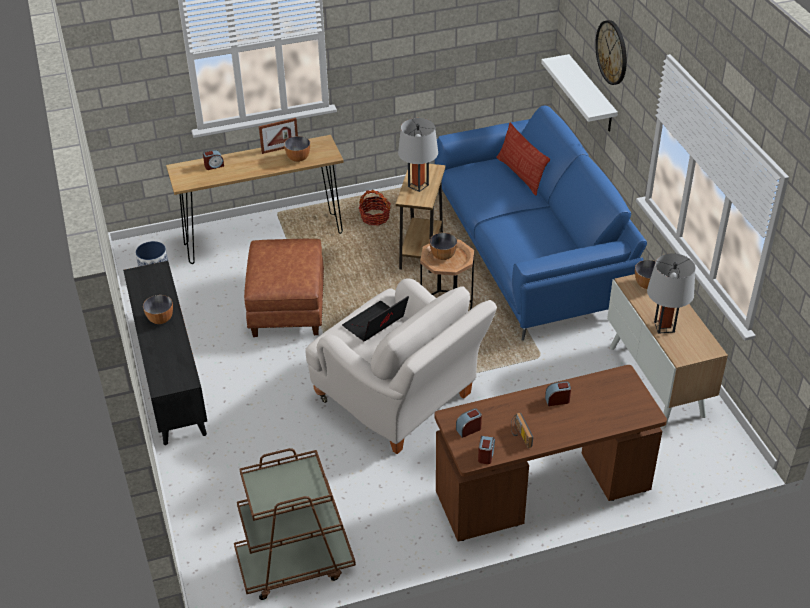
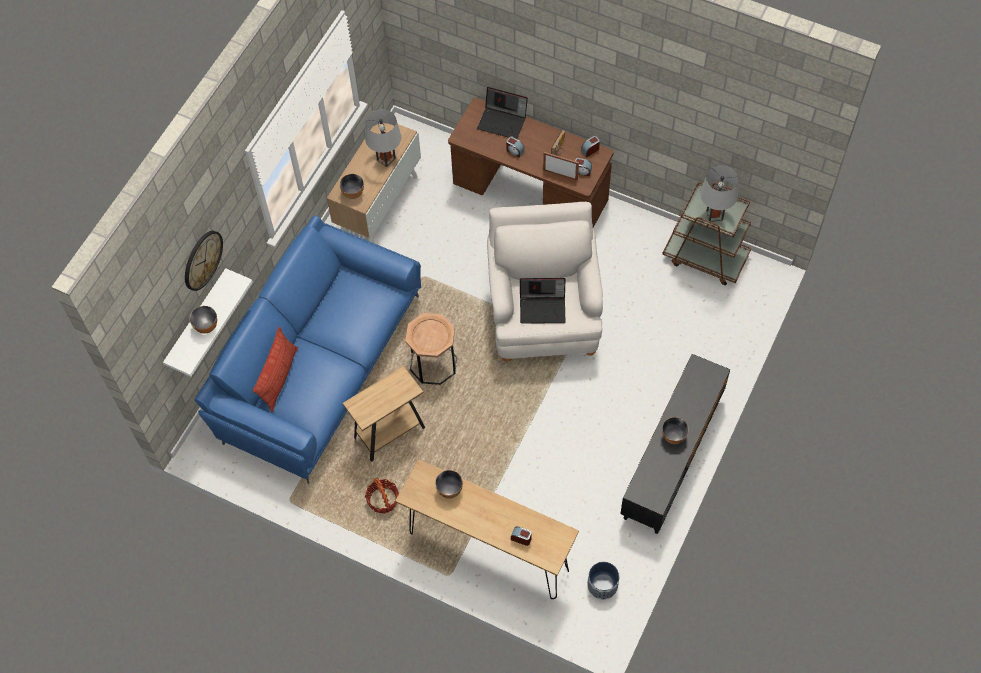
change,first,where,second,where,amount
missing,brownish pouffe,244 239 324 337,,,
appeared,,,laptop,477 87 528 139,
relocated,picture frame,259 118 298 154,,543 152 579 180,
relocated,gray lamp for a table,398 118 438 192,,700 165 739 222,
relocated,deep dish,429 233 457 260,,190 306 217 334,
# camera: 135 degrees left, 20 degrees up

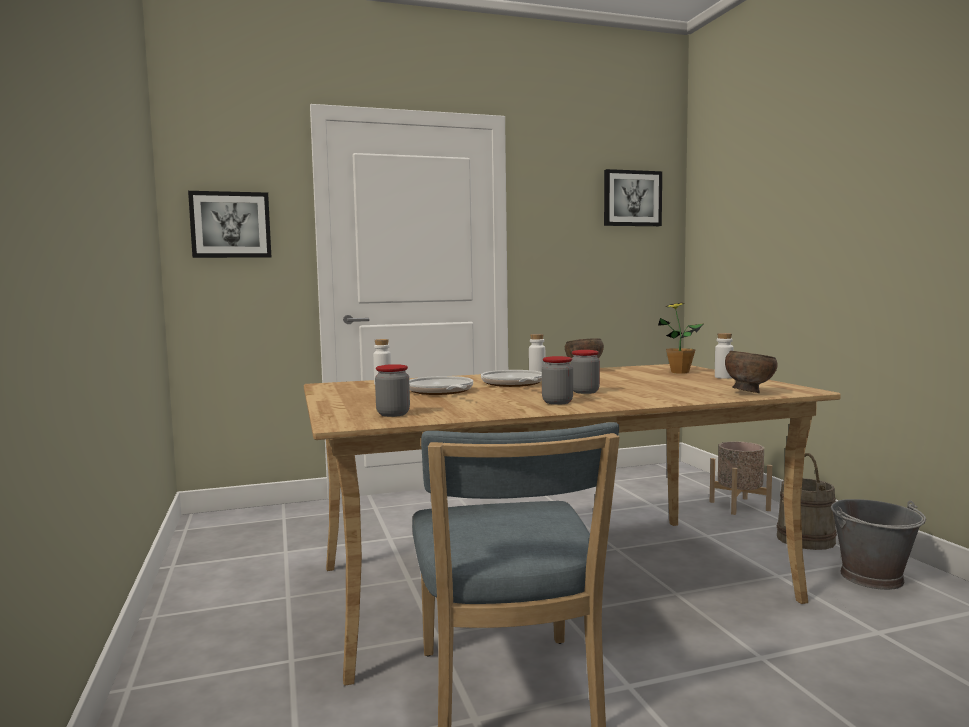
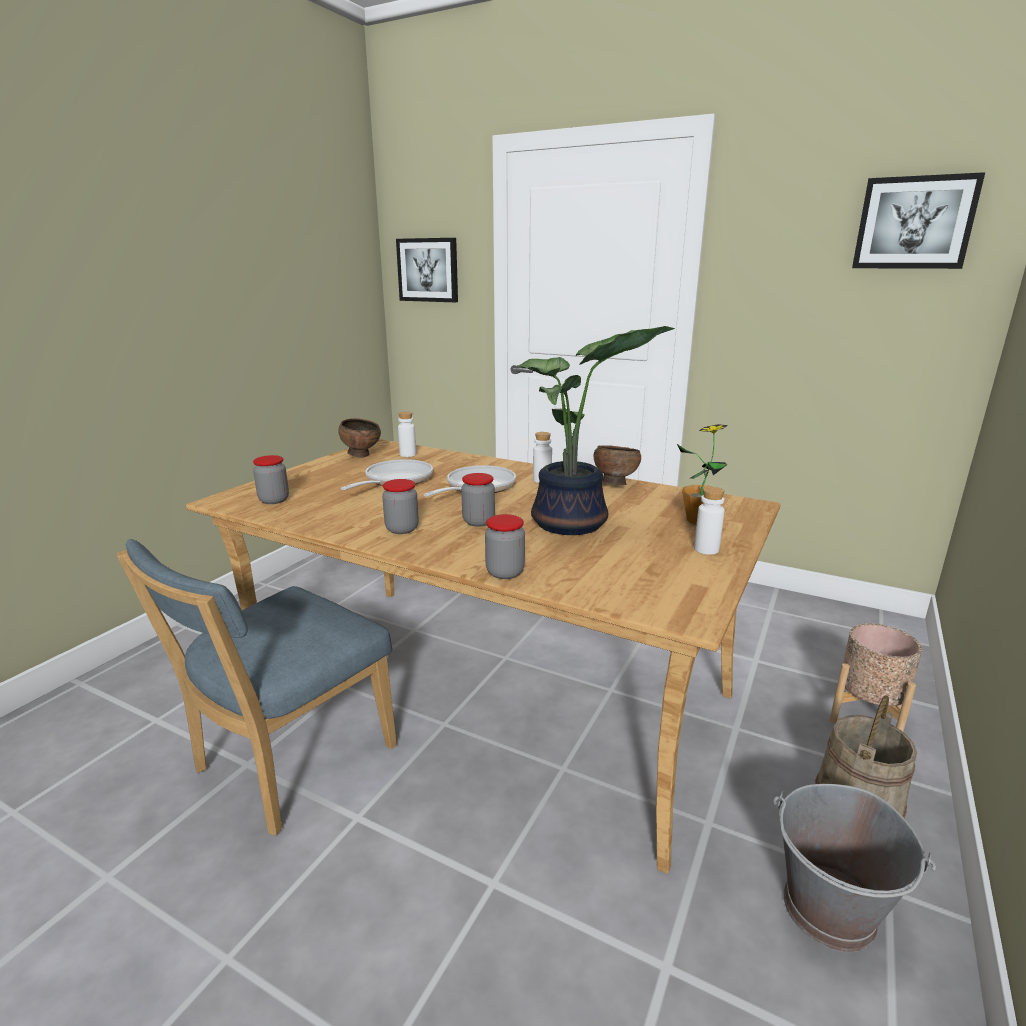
change,first,where,second,where,amount
appeared,,,storage jar,485 514 525 579,
appeared,,,houseplant,517 326 675 535,
relocated,brownish deep dish,725 351 778 393,,338 418 381 458,
# camera: 45 degrees right, 15 degrees up

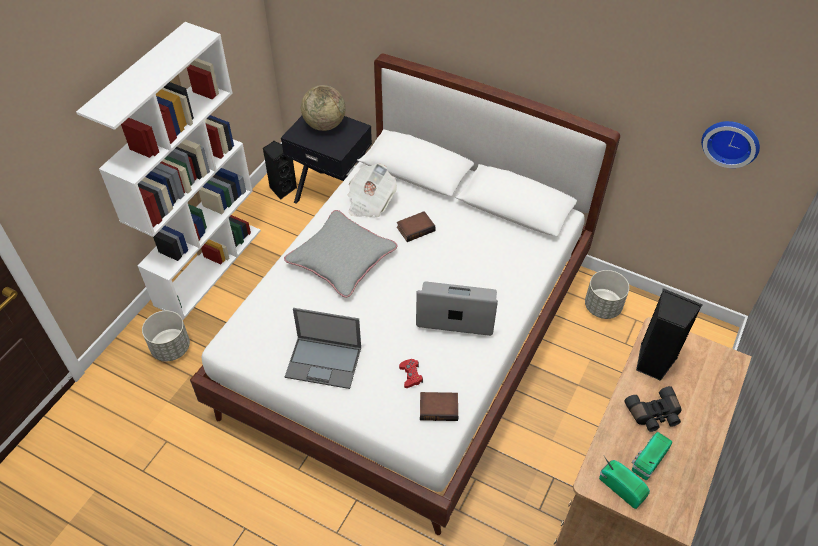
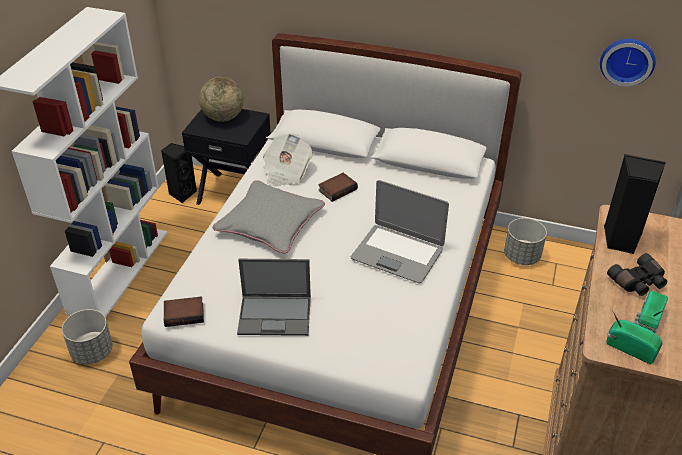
change,first,where,second,where,amount
missing,red-coloured gamepad,399 359 423 388,,,
relocated,bound book,420 392 458 421,,164 296 204 327,
spun,laptop,416 282 498 336,,351 180 449 283,150 degrees counterclockwise
# camera: 10 degrees left, 10 degrees down

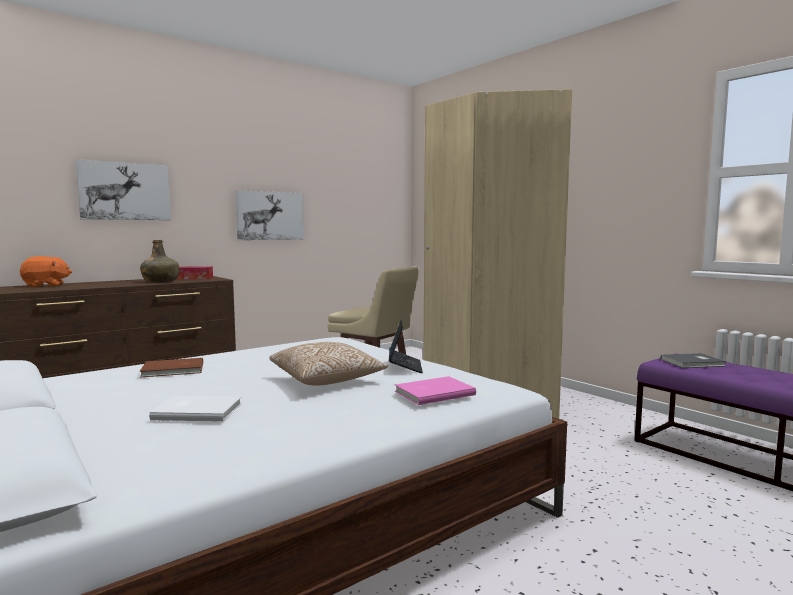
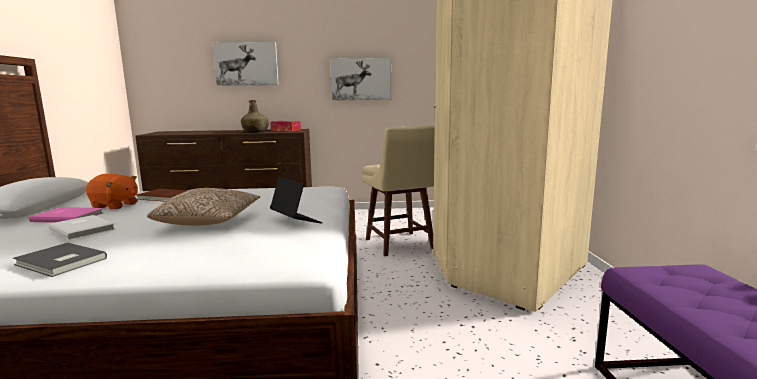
change,first,where,second,where,amount
relocated,orange soft toy,20 256 72 288,,86 174 138 209,
relocated,pink bound book,395 376 476 405,,29 207 103 223,
relocated,gray bound book,661 353 727 368,,13 243 107 277,
spun,laptop,389 320 423 373,,270 177 323 223,75 degrees counterclockwise
# camera: 35 degrees right, 5 degrees up

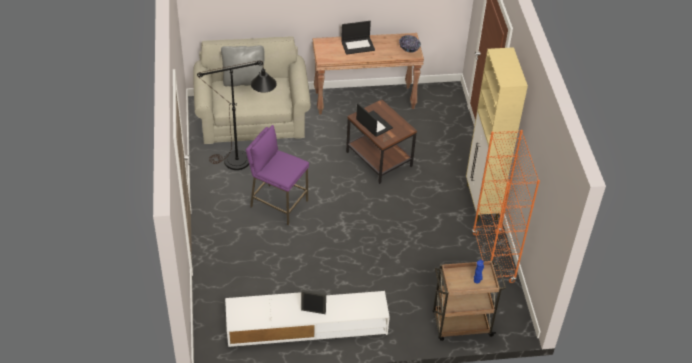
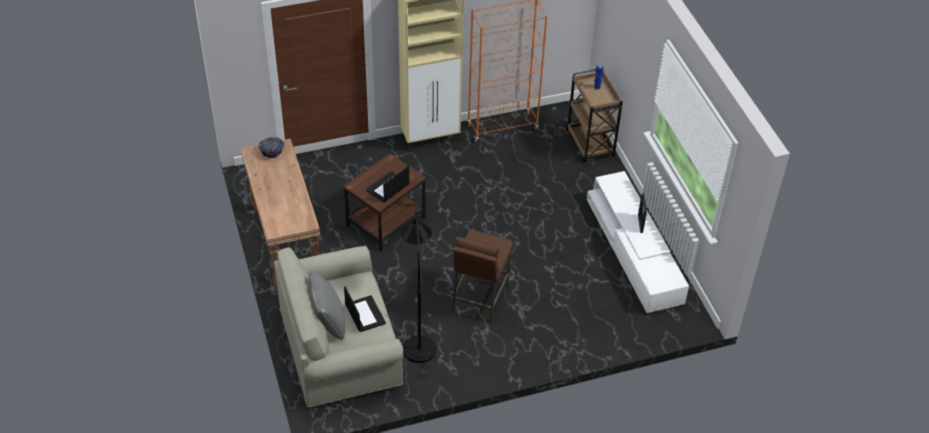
change,first,where,second,where,amount
relocated,laptop,341 21 375 55,,344 286 386 332,
colour,purple-coloured stool seat,246 125 309 225,brownish stool seat,452 230 513 323,
# camera: 100 degrees left, 0 degrees up

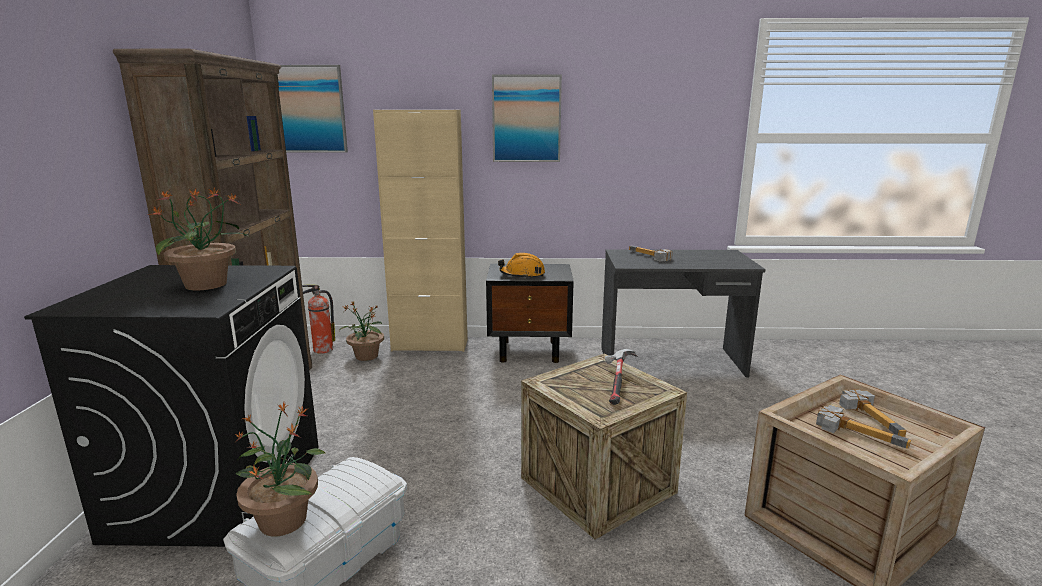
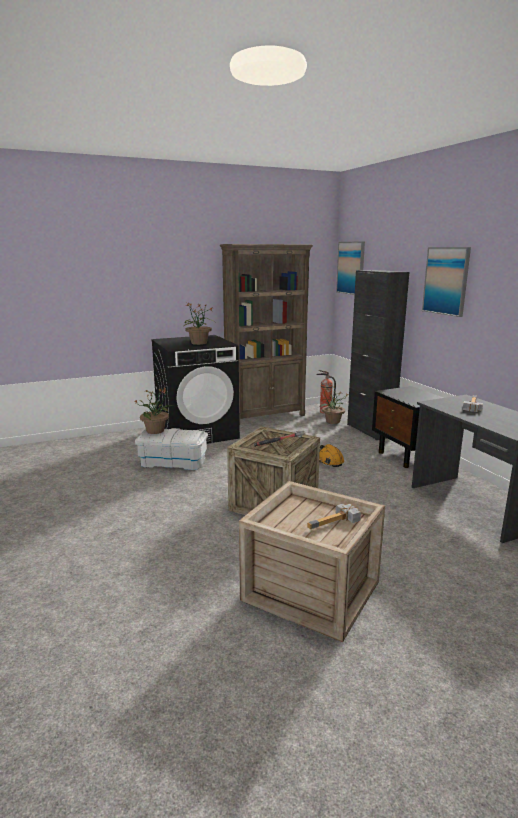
change,first,where,second,where,amount
missing,hand hammer,816 405 911 449,,,
relocated,orange work helmet,498 253 545 279,,319 444 344 467,
colour,beige cabinet,373 110 468 352,black cabinet,347 270 409 440,
# camera: 65 degrees right, 0 degrees up

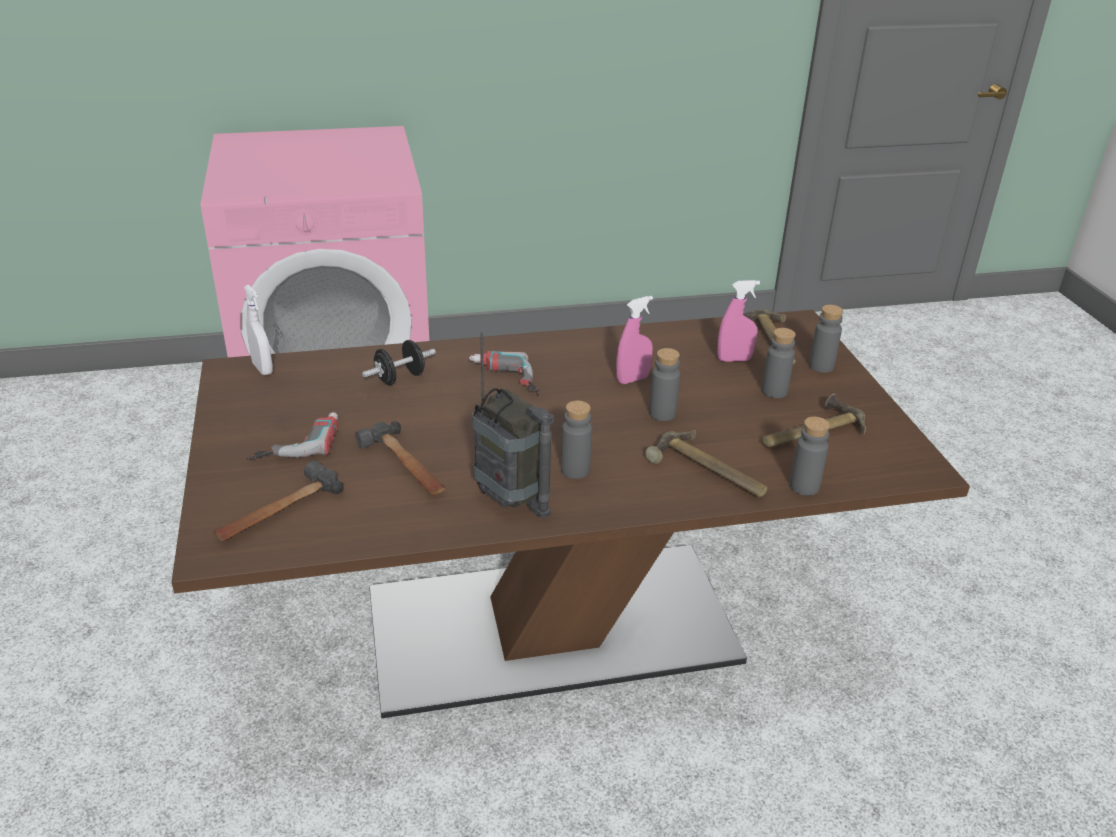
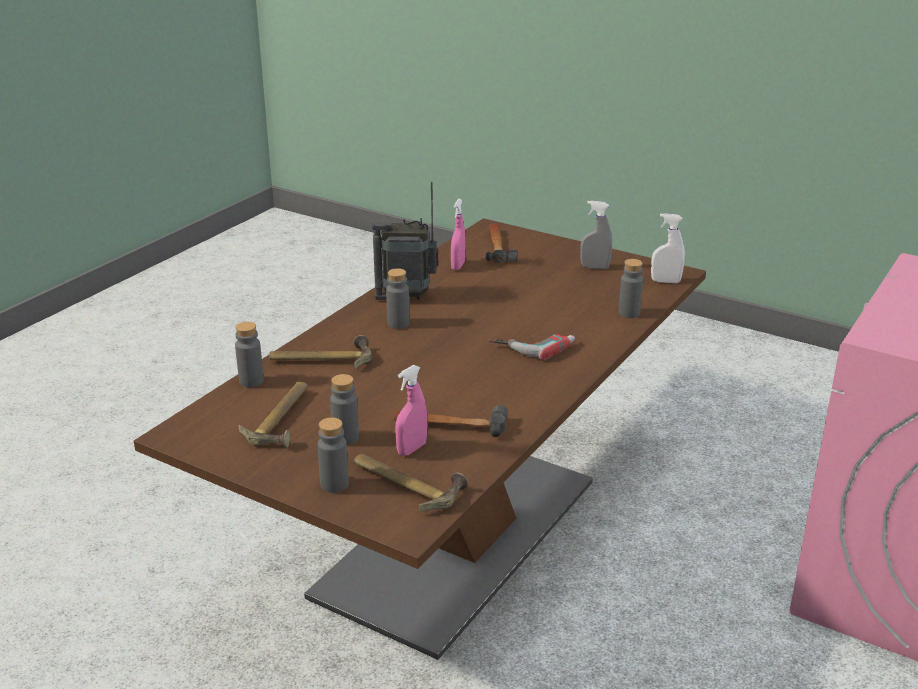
change,first,where,second,where,amount
missing,drill,245 412 338 460,,,
missing,black free weight,362 340 436 385,,,
appeared,,,gray spray bottle,580 201 612 269,
relocated,hand hammer,355 421 446 495,,393 405 508 437,
relocated,pink spray bottle,616 296 653 384,,451 199 465 270,
relocated,gray drink bottle,649 348 680 421,,618 259 643 318,
# camera: 135 degrees right, 5 degrees down

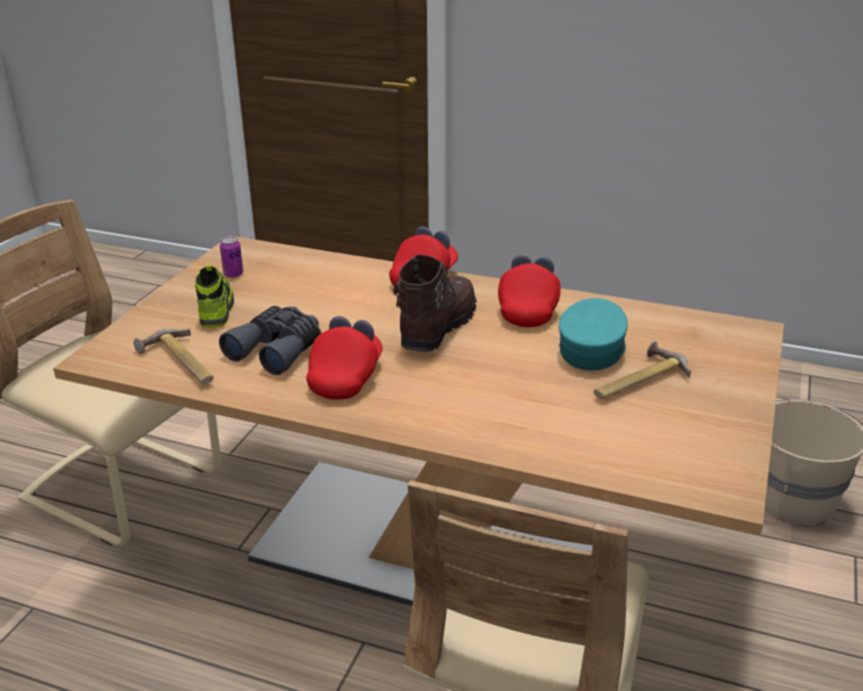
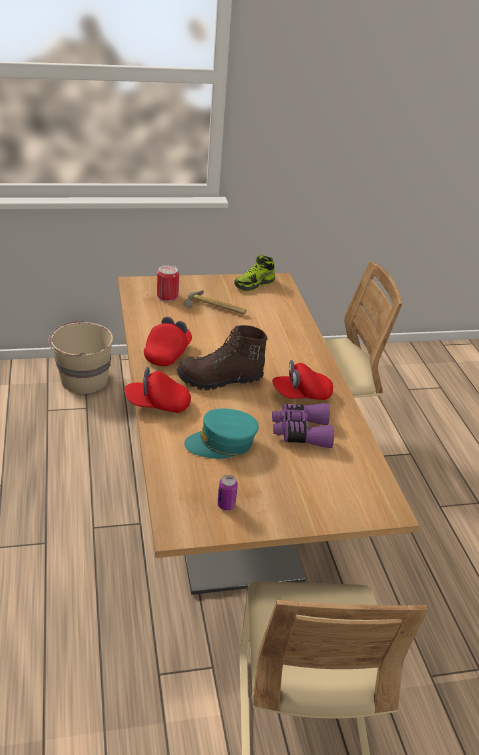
change,first,where,second,where,amount
missing,hand hammer,134 328 214 384,,,
appeared,,,can,157 265 179 302,
relocated,shoe,195 265 234 328,,234 254 275 292,
relocated,turquoise baseball cap,558 298 628 370,,184 409 259 459,
colour,gray field glasses,219 306 321 375,purple-coloured field glasses,272 403 334 448,
spun,red-coloured baseball cap,498 255 560 327,,144 317 192 366,135 degrees clockwise
# camera: 125 degrees left, 5 degrees up

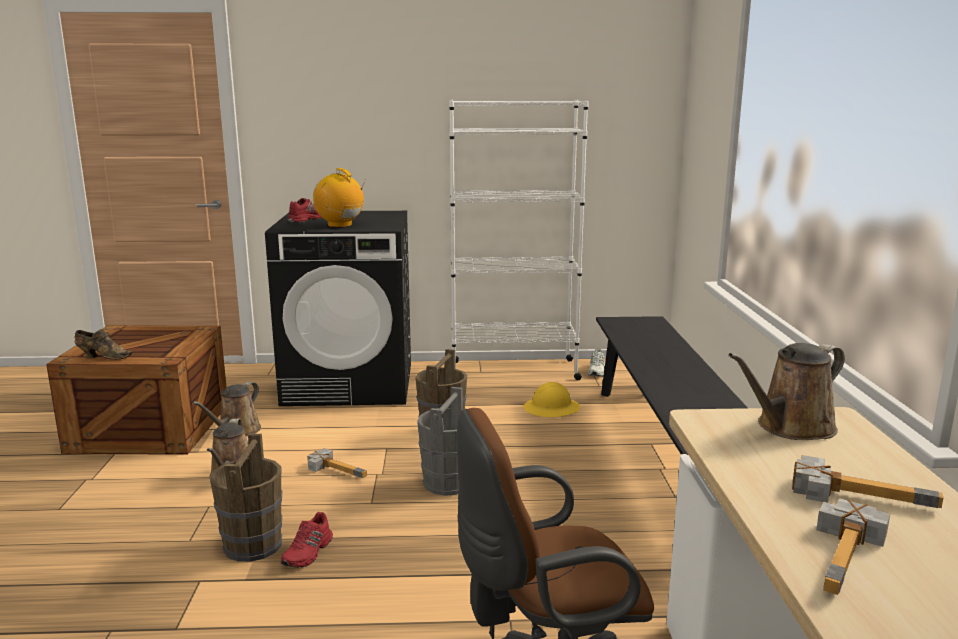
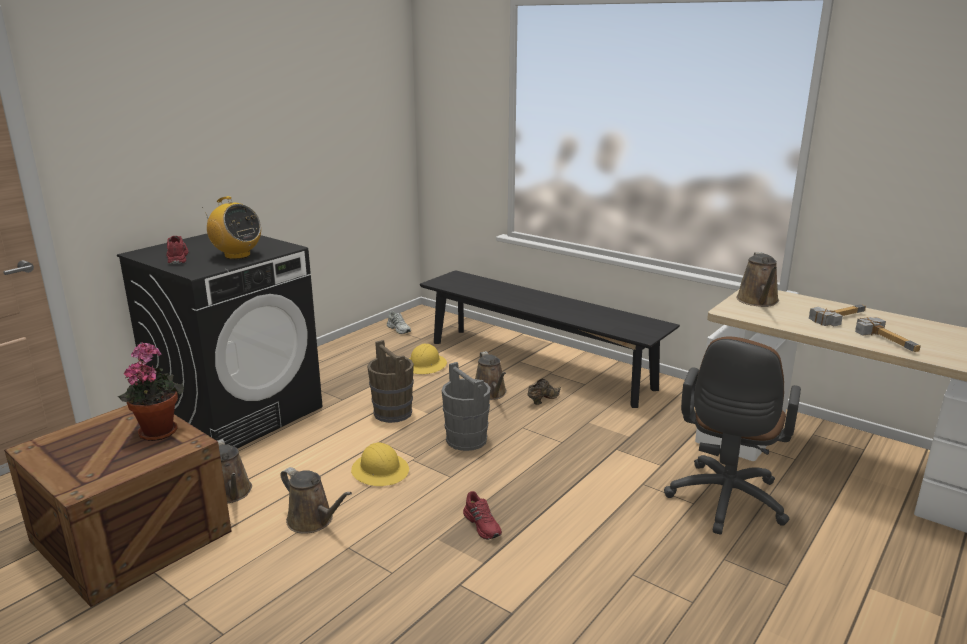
change,first,where,second,where,amount
missing,brownish pail,210 434 282 562,,,
missing,whitish bookshelf,449 100 589 380,,,
appeared,,,houseplant,118 342 184 441,
appeared,,,brownish sprinkling can,475 351 507 400,
relocated,brownish shoe,75 329 133 360,,528 379 561 405,
exchanged,hand hammer,307 448 367 478,yellowish work helmet,351 442 409 486,
spun,radio receiver,313 168 366 228,,202 196 261 259,135 degrees counterclockwise
# camera: 50 degrees left, 5 degrees up

